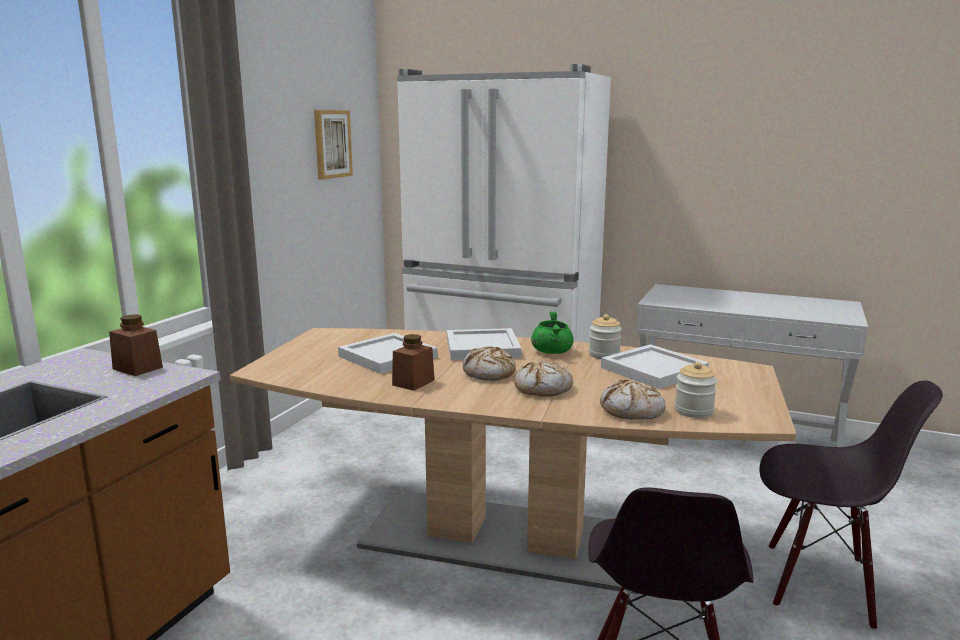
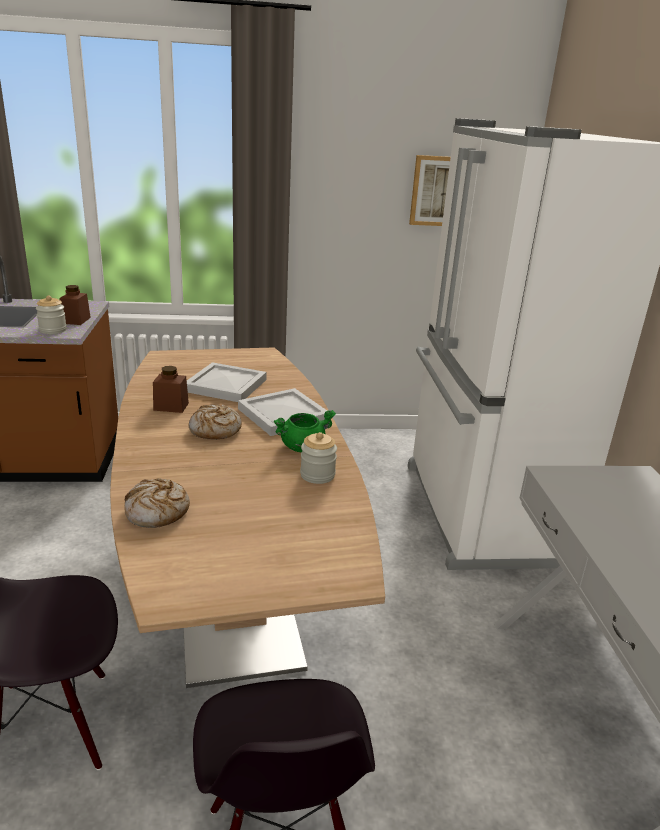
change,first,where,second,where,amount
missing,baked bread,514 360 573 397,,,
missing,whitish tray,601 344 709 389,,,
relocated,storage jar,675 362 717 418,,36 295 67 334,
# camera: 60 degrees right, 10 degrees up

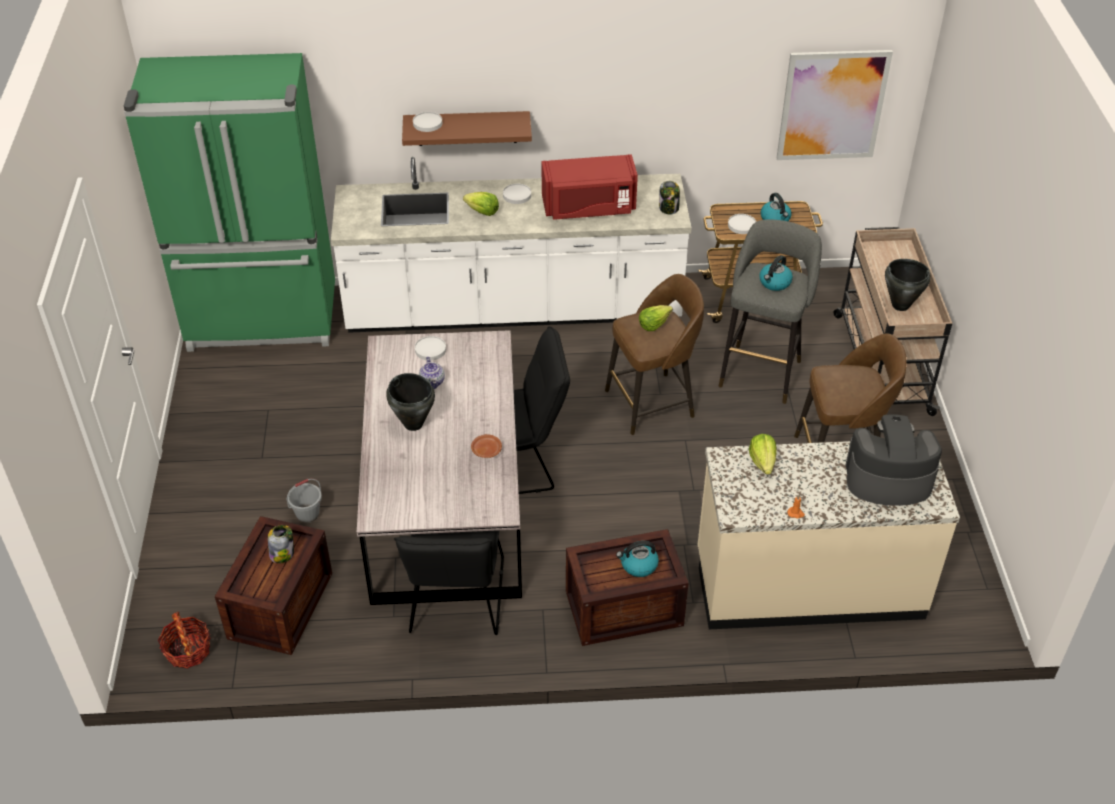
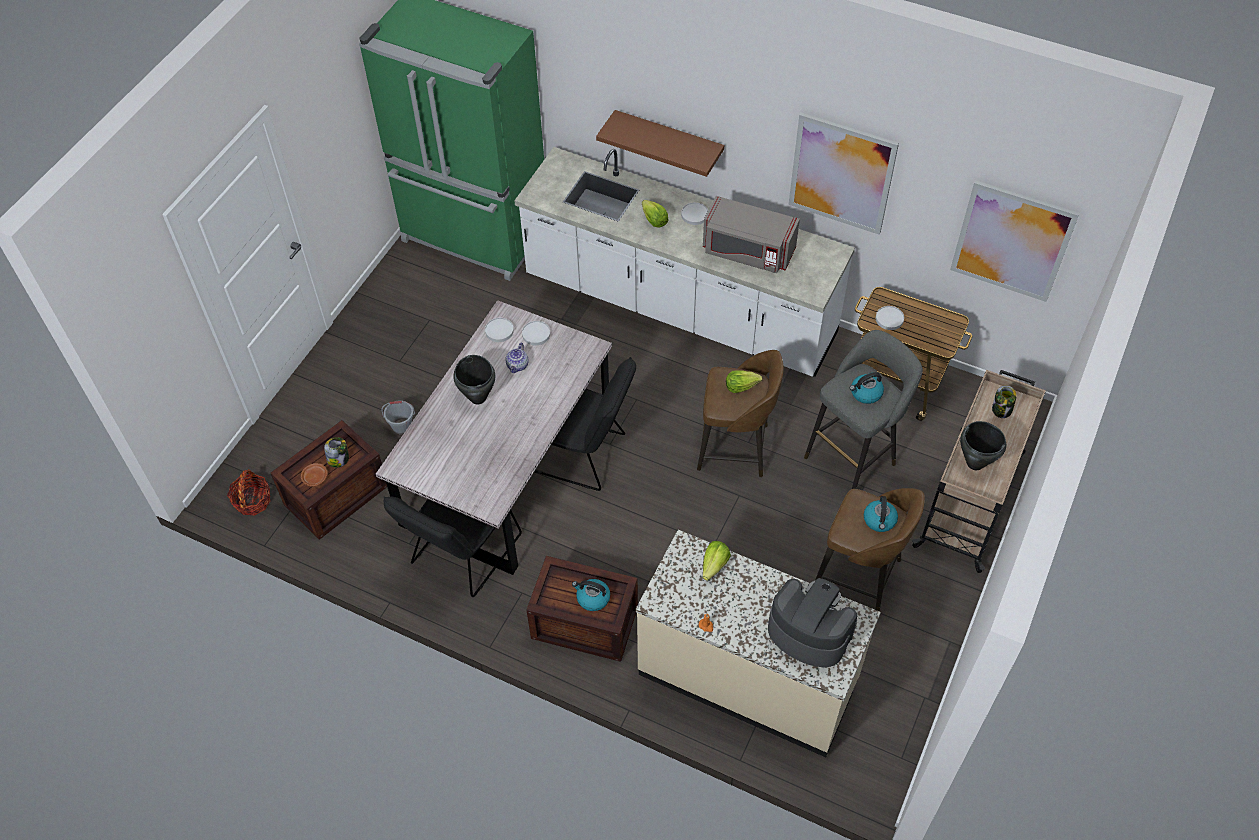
change,first,where,second,where,amount
appeared,,,wall art,789 113 899 235,
relocated,whitish dinner plate,413 112 442 132,,485 318 514 342,
relocated,brownish dinner plate,471 434 502 458,,301 463 328 487,
relocated,storage jar,659 181 680 215,,992 386 1017 418,
relocated,kettle,761 193 792 221,,864 496 898 532,
colour,red-coloured kitchen microwave,541 154 638 220,gray kitchen microwave,703 196 800 273,
# camera: 30 degrees right, 10 degrees up

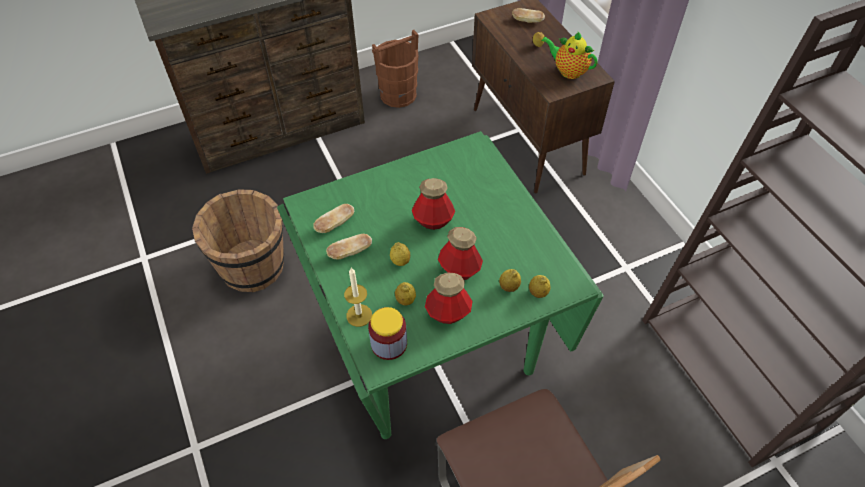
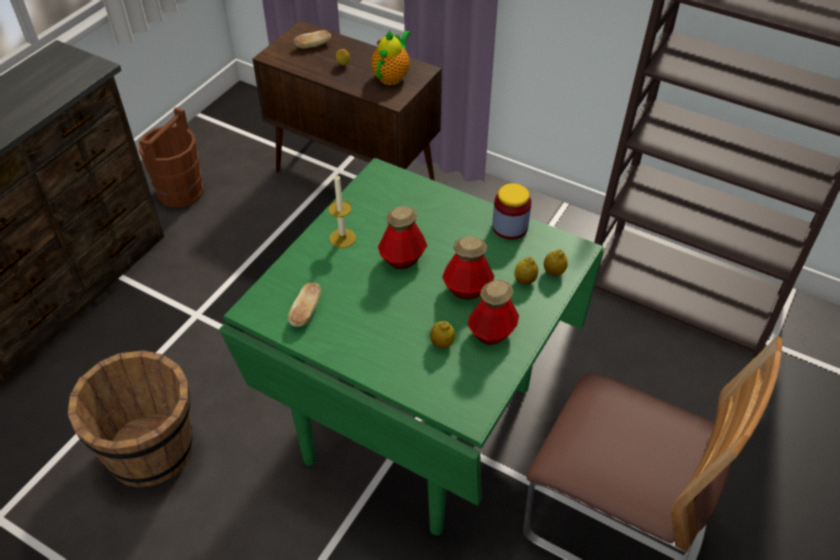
change,first,where,second,where,amount
missing,baked bread,326 234 372 260,,,
missing,citrus fruit,390 242 410 266,,,
relocated,wax candle,344 268 372 327,,328 172 356 248,
relocated,storage jar,368 307 407 360,,492 183 531 240,
spun,teapot,541 32 598 79,,371 30 410 85,120 degrees clockwise
# camera: 35 degrees left, 5 degrees down

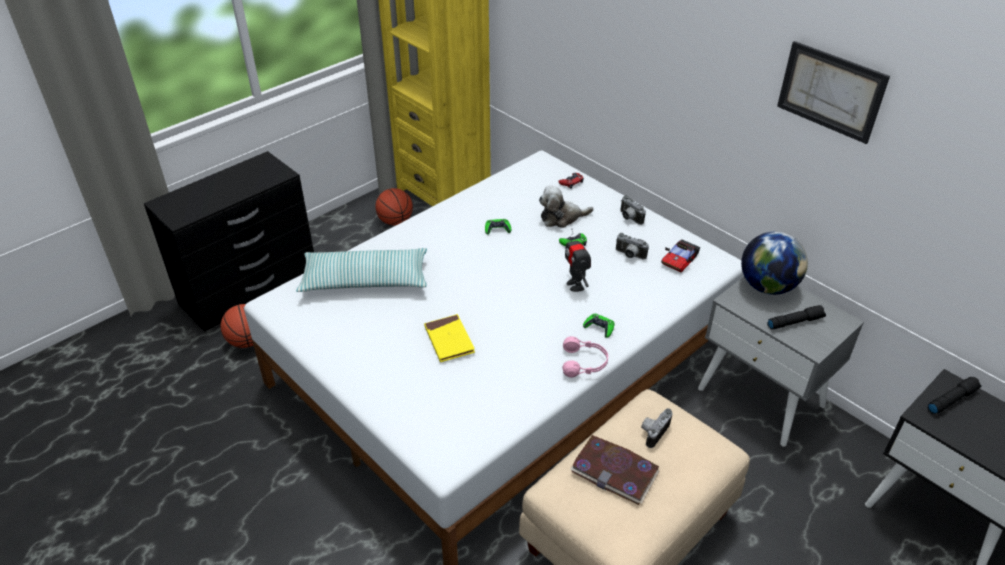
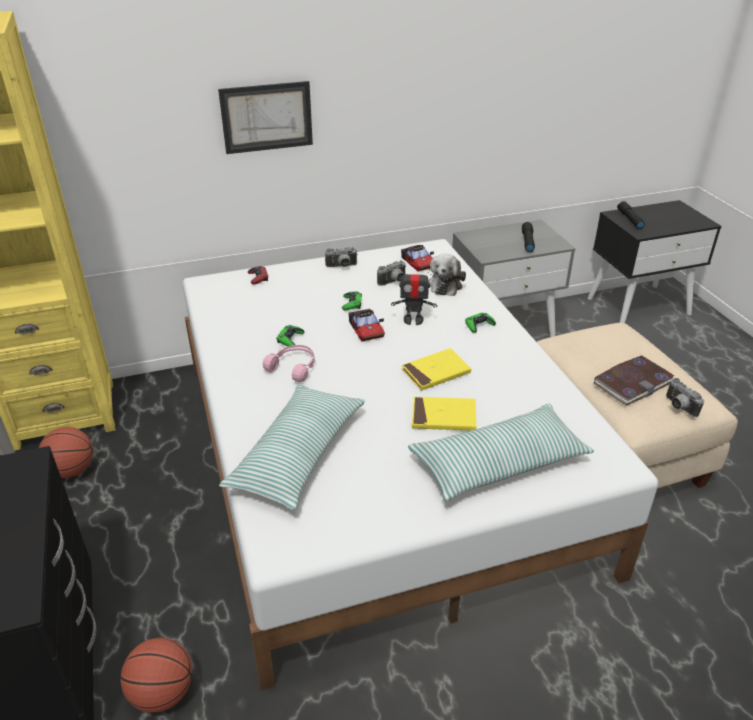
change,first,where,second,where,amount
missing,desk globe,741 232 808 295,,,
appeared,,,miniature car,348 309 385 342,
appeared,,,yellowish bound book,402 348 471 391,
appeared,,,cushion,408 404 594 501,
relocated,soft toy,539 185 593 228,,428 254 466 296,
relocated,pink pair of headphones,562 336 608 377,,263 345 315 382,
relocated,still camera,641 408 673 448,,666 378 704 417,
relocated,wall art,777 41 890 144,,218 81 313 154,
# camera: 65 degrees left, 5 degrees down

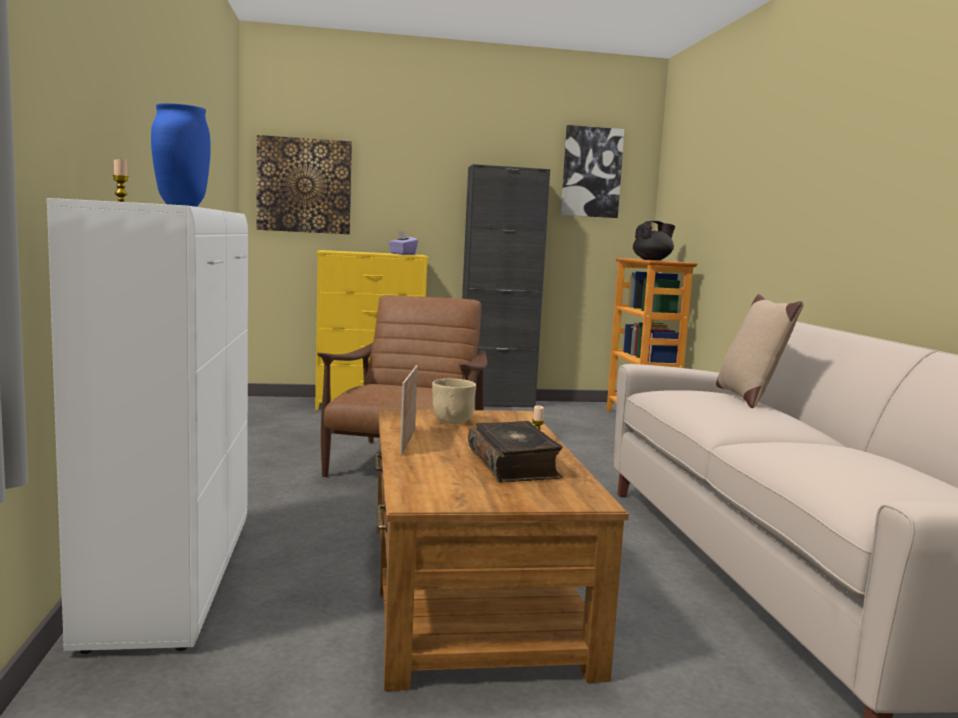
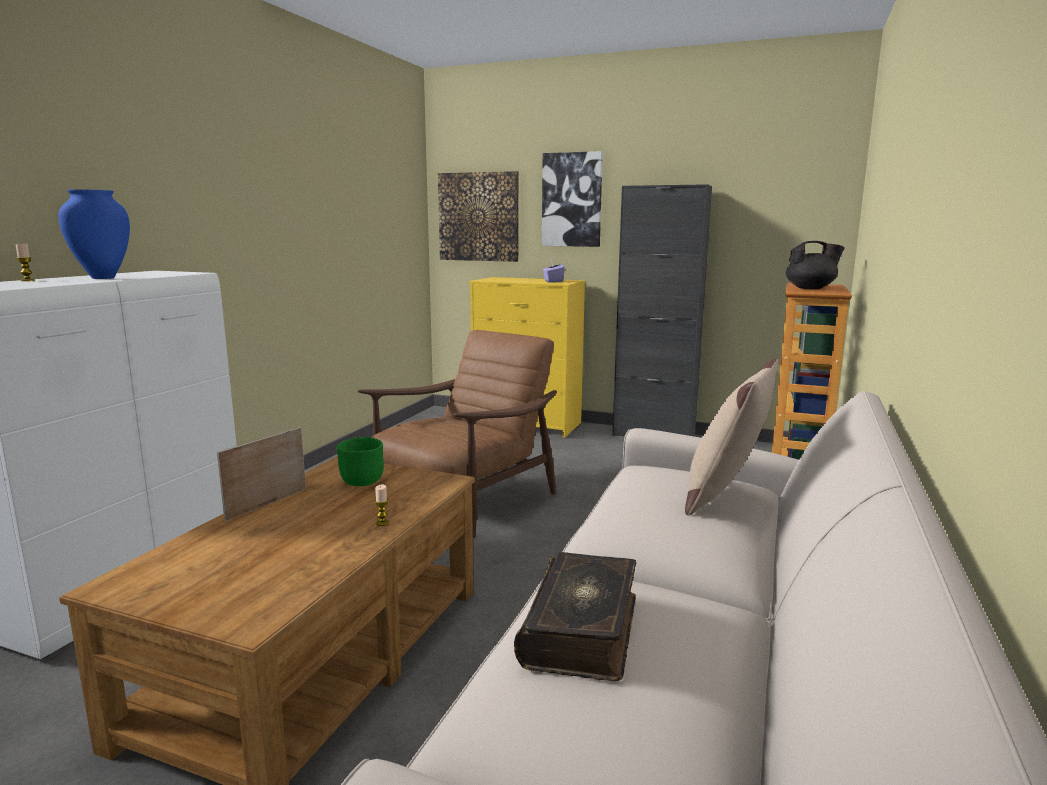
change,first,where,second,where,amount
relocated,bound book,468 421 563 482,,514 552 636 681,
relocated,wall art,561 125 624 218,,542 151 603 247,
colour,beige deep dish,432 378 476 424,green-coloured deep dish,337 437 384 486,
# camera: 30 degrees right, 5 degrees up

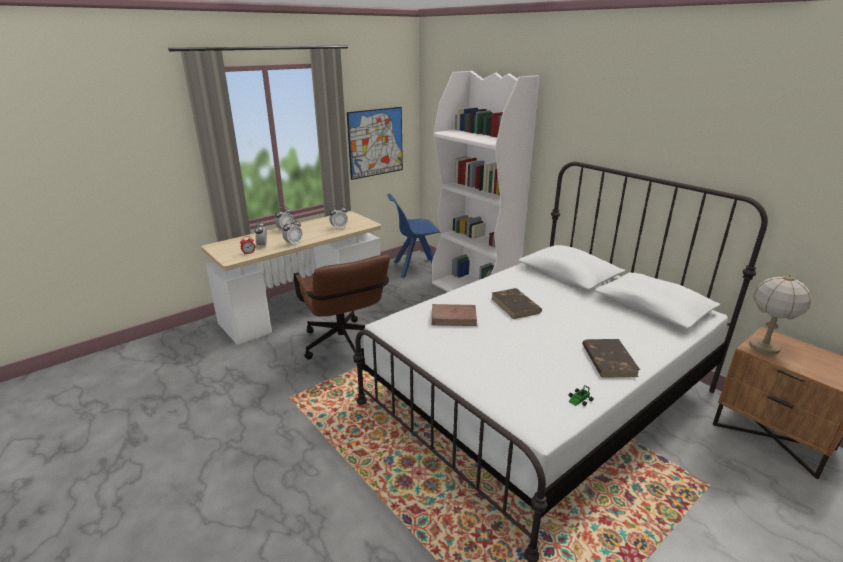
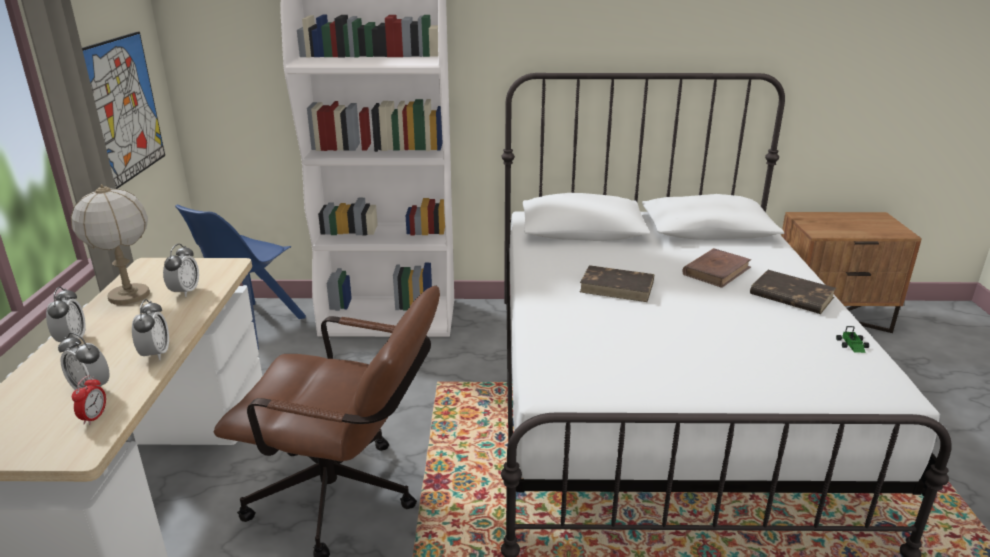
change,first,where,second,where,amount
relocated,brownish bound book,432 304 478 326,,683 248 751 288,
relocated,lamp for a table,749 275 811 355,,71 184 150 305,
# camera: 50 degrees left, 0 degrees up

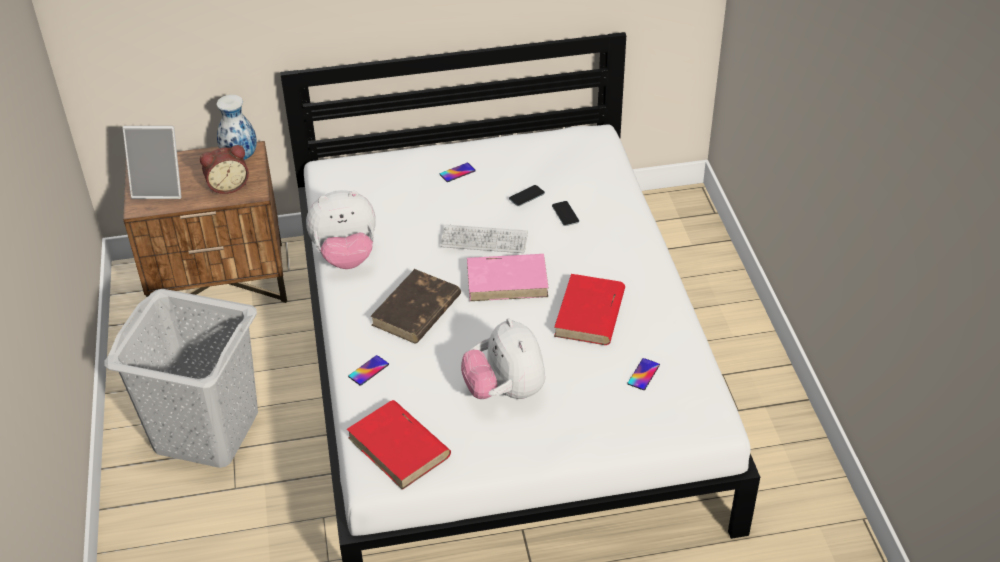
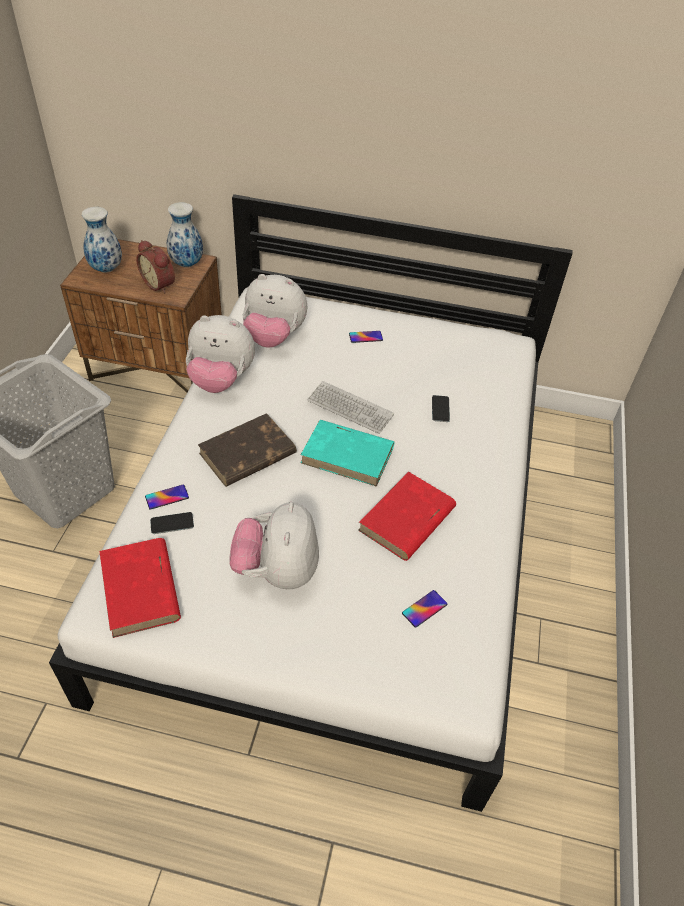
change,first,where,second,where,amount
appeared,,,soft toy,243 274 307 348,
relocated,handset,509 185 545 206,,150 512 194 534,
exchanged,picture frame,123 126 182 199,flower vase,82 207 122 273,
colour,pink bound book,467 254 549 301,turquoise bound book,301 420 395 487,
spun,bedside clock,200 145 249 194,,136 240 175 293,45 degrees clockwise
# camera: 20 degrees right, 5 degrees up

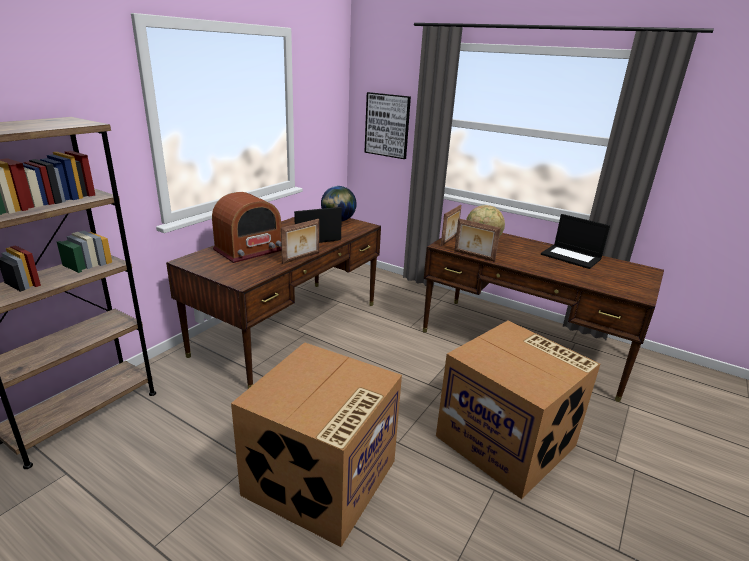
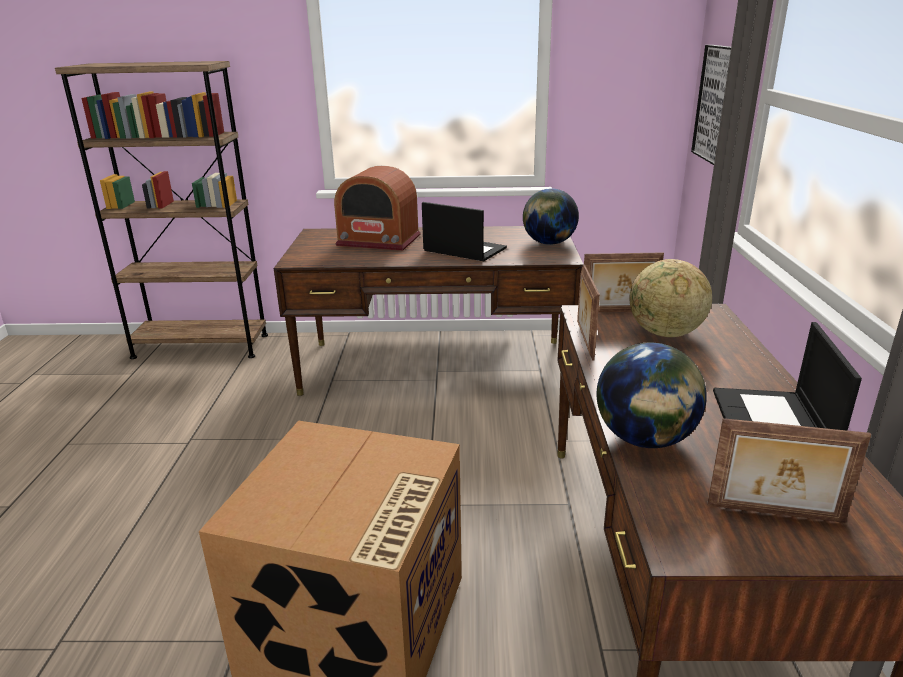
change,first,where,second,where,amount
missing,packing box,231 342 402 547,,,
appeared,,,desk globe,597 343 707 448,
relocated,picture frame,281 219 319 264,,707 418 871 523,
# camera: 60 degrees right, 0 degrees up

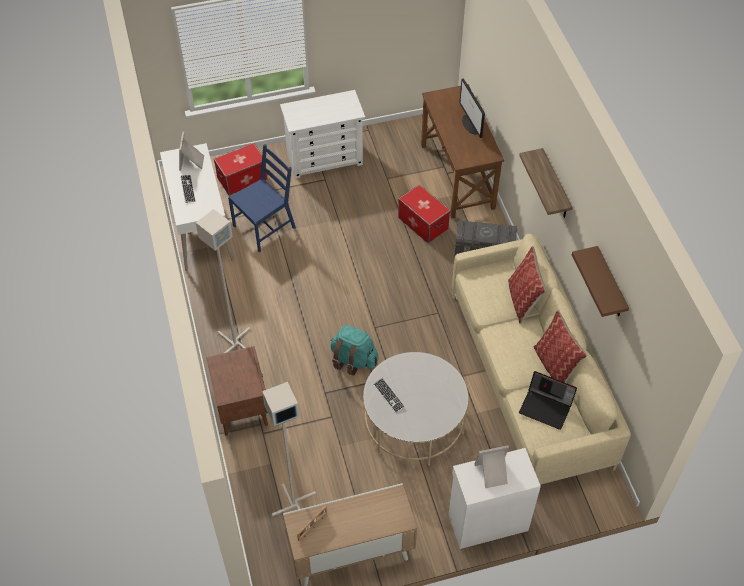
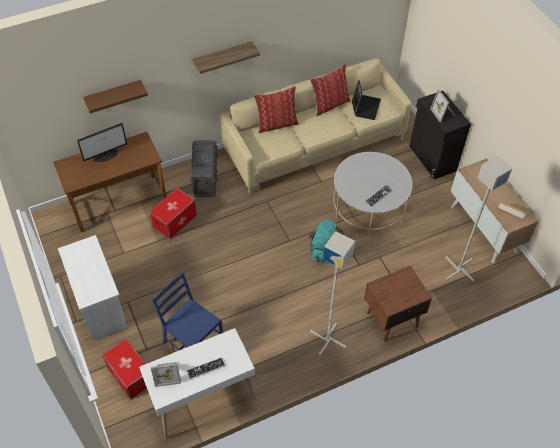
change,first,where,second,where,amount
relocated,brownish shelf,572 246 629 317,,83 80 148 113,
colour,whitish cabinet,448 448 541 549,black cabinet,409 91 471 179,
# camera: 100 degrees left, 0 degrees up

